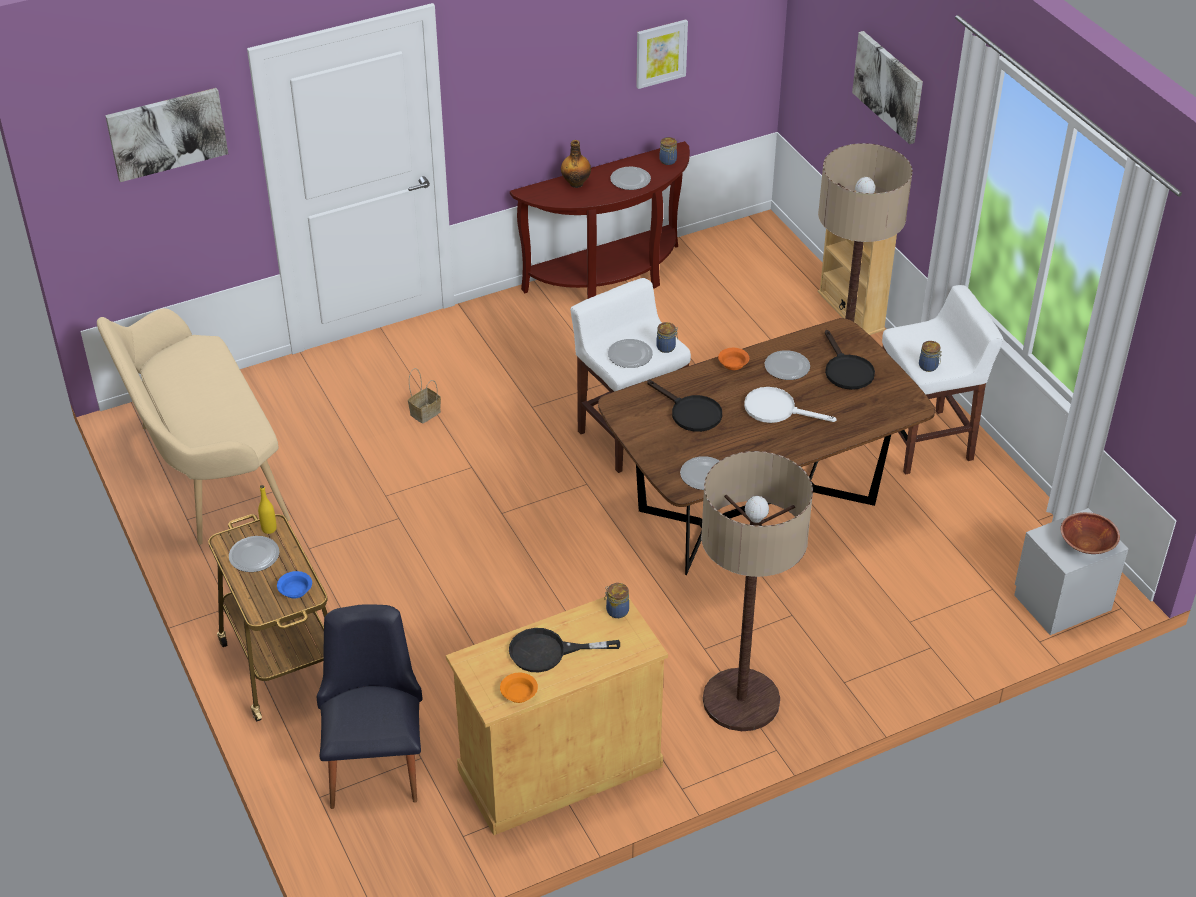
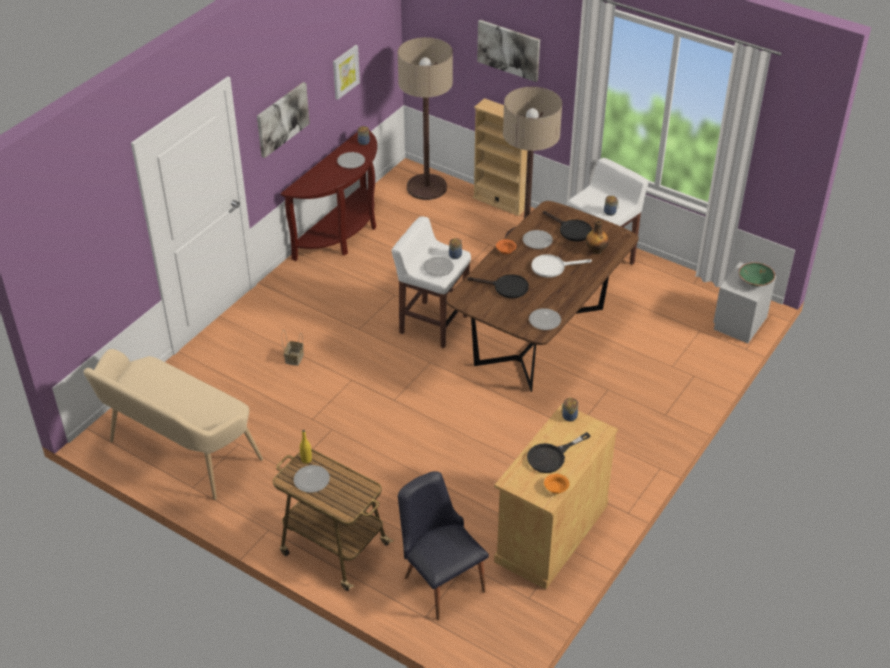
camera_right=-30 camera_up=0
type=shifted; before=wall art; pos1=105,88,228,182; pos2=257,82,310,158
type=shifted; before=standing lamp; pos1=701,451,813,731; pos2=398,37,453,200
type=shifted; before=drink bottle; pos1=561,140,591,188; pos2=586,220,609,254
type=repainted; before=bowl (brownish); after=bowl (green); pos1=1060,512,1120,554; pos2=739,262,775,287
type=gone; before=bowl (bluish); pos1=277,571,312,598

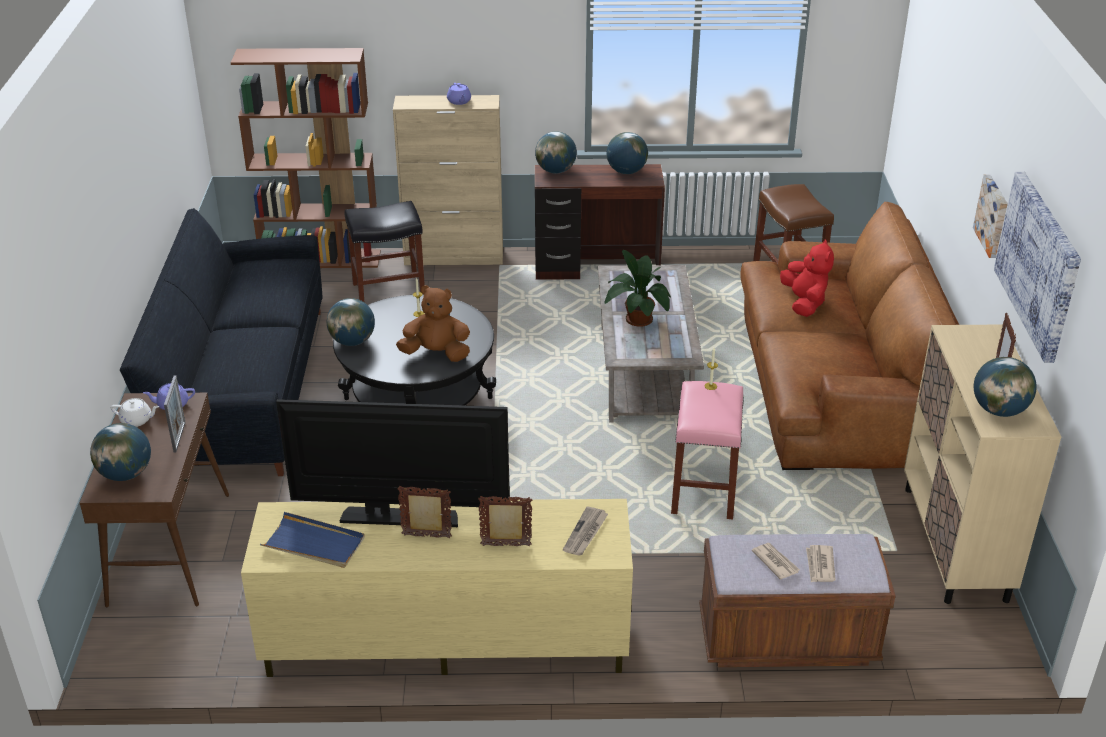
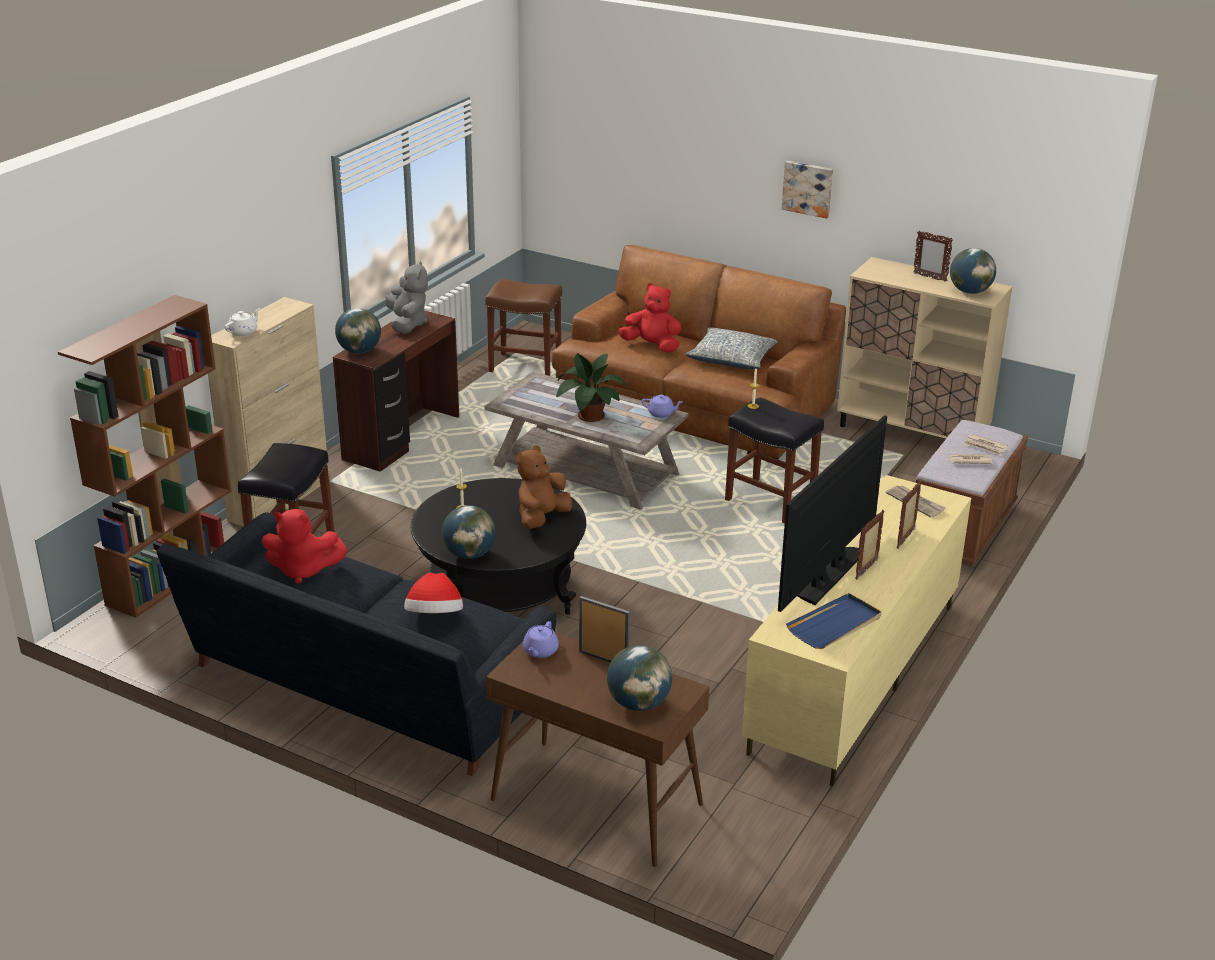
camera_right=-60 camera_up=-5
type=shifted; before=teapot (whitish); pos1=111,398,159,427; pos2=225,308,260,336
type=new; after=plush toy (red-coloured); pos2=261,509,348,584
type=swapped; before=globe; after=plush toy (gray); pos1=607,132,648,174; pos2=385,261,428,334
type=new; after=clothing hat; pos2=404,573,463,613
type=shifted; before=teapot (purple-coloured); pos1=447,83,471,105; pos2=642,395,683,418
type=new; after=throw pillow; pos2=686,327,778,369
type=repainted; before=sitting stool (pink); after=sitting stool (black-coloured); pos1=671,381,744,519; pos2=725,397,824,523
type=gone; before=wall art; pos1=994,172,1081,363

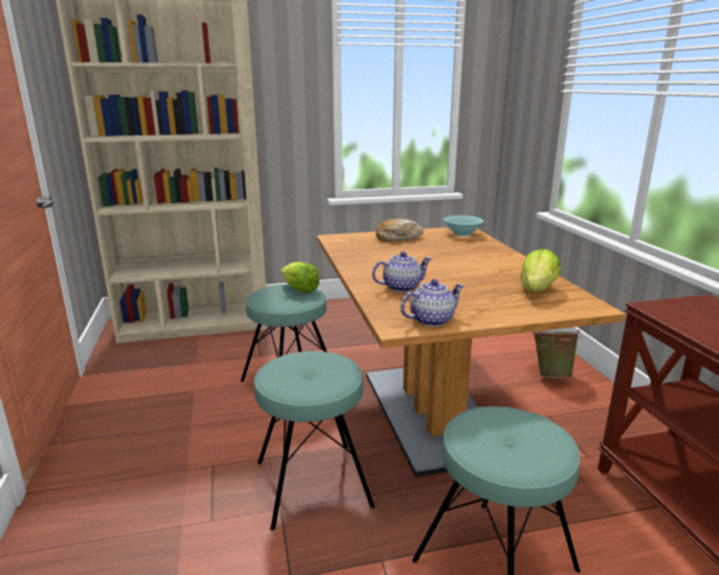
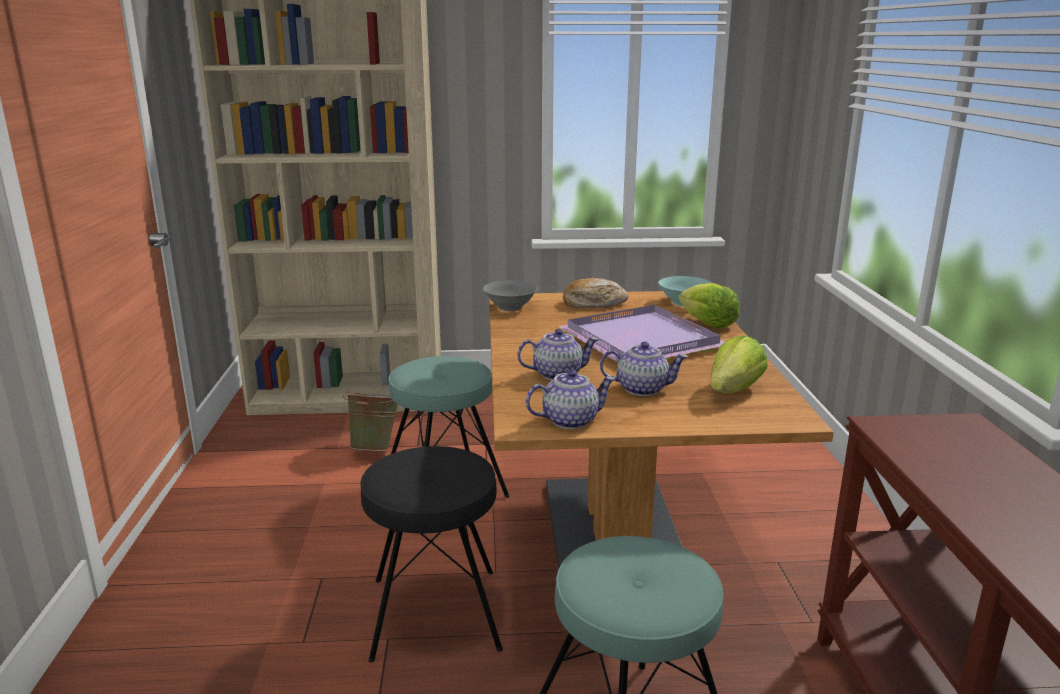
camera_right=10 camera_up=0
type=shifted; before=water bucket (green); pos1=532,330,582,378; pos2=343,389,398,451
type=repainted; before=sitting stool (turquoise-coloured); after=sitting stool (black-coloured); pos1=254,351,375,531; pos2=360,446,503,662
type=new; after=bowl (gray); pos2=483,280,538,311
type=new; after=serving tray (purple-coloured); pos2=558,305,725,362
type=new; after=teapot; pos2=600,342,688,396
type=shifted; before=lettuce head; pos1=281,262,320,293; pos2=678,283,739,328

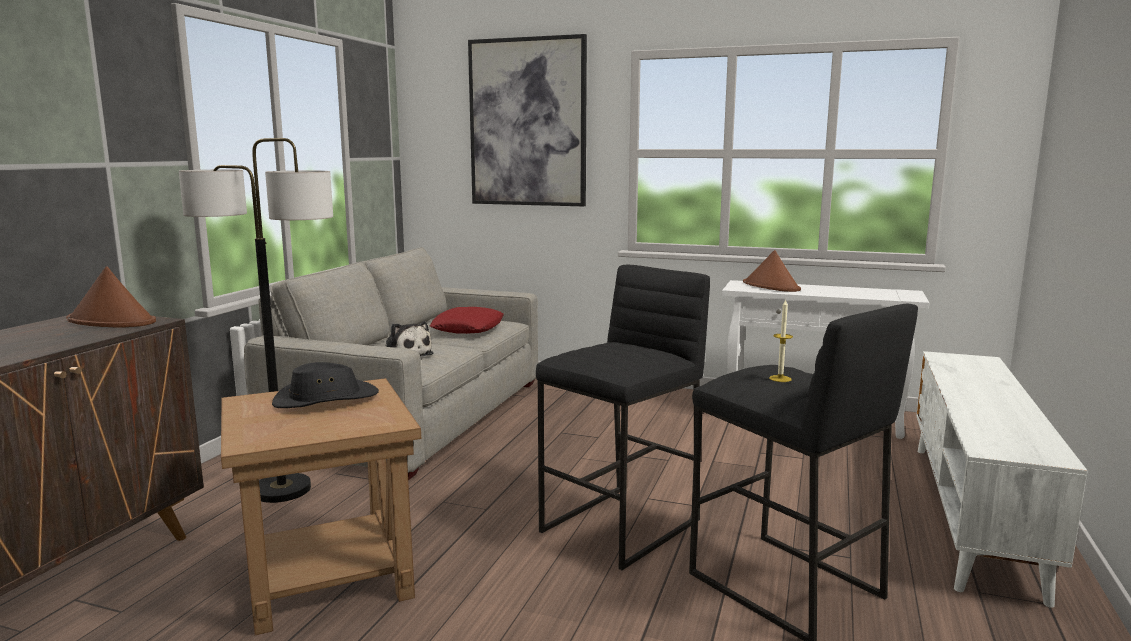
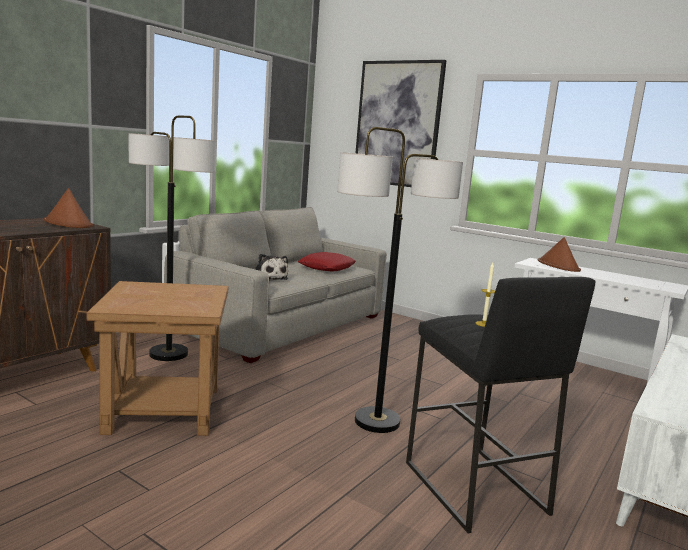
camera_right=15 camera_up=0
type=swapped; before=sitting stool (black-coloured); after=standing lamp; pos1=536,265,710,570; pos2=337,127,463,433
type=gone; before=clothing hat (black-coloured); pos1=272,362,379,408

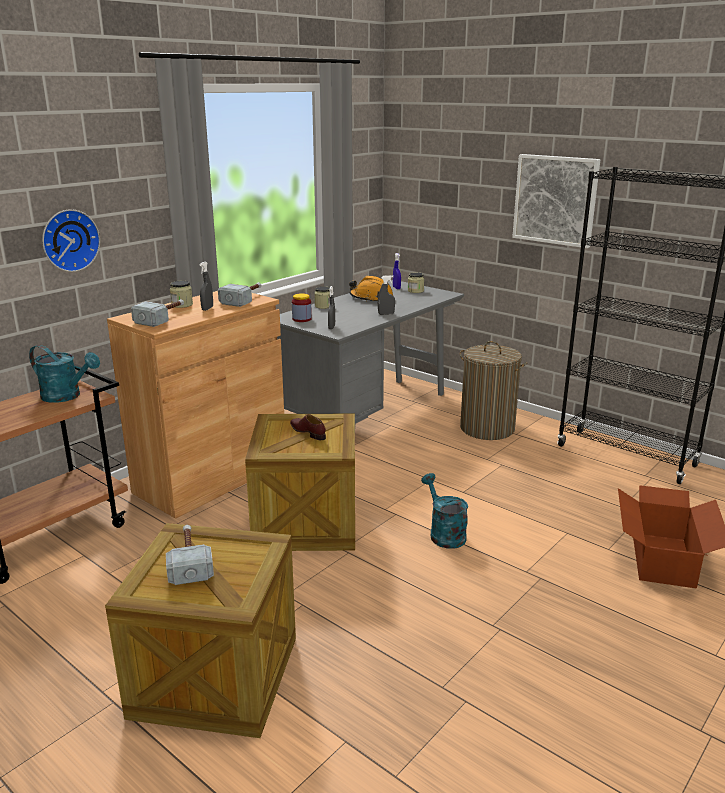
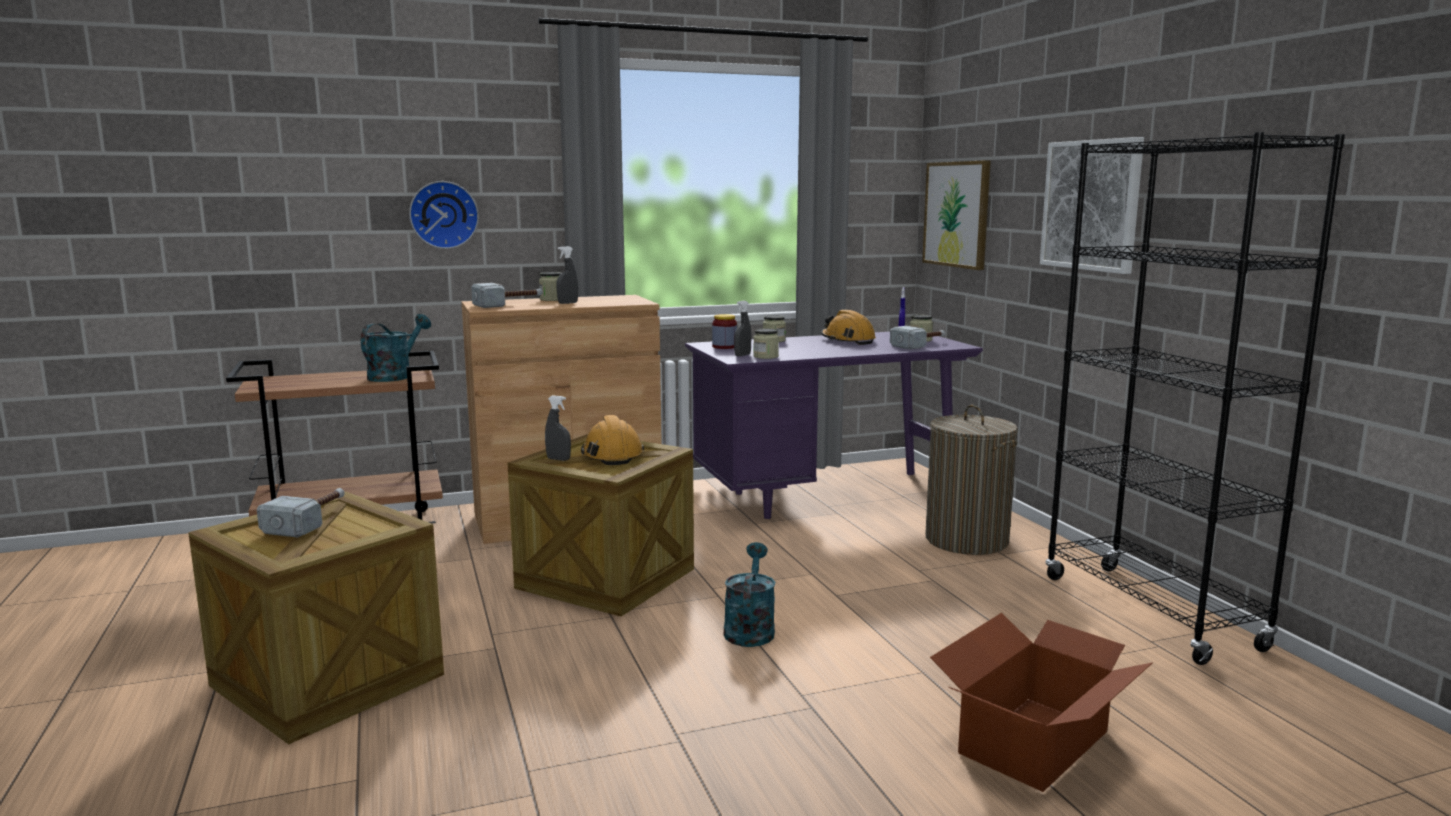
camera_right=30 camera_up=-10
type=rotated; before=watering can (turquoise-coloured); pos1=29,345,100,403; pos2=361,314,431,382; turn=-120
type=shifted; before=hand sprayer (gray); pos1=378,275,395,315; pos2=545,395,571,461
type=swapped; before=shoe (brownish); after=work helmet (orangey); pos1=290,414,326,440; pos2=581,415,644,465
type=repainted; before=desk unit (gray); after=desk unit (purple-coloured); pos1=277,280,464,424; pos2=685,332,983,519
type=new; after=storage jar; pos2=753,329,779,359
type=shifted; before=hammer; pos1=218,282,261,307; pos2=890,326,945,349
type=new; after=wall art; pos2=922,160,991,270

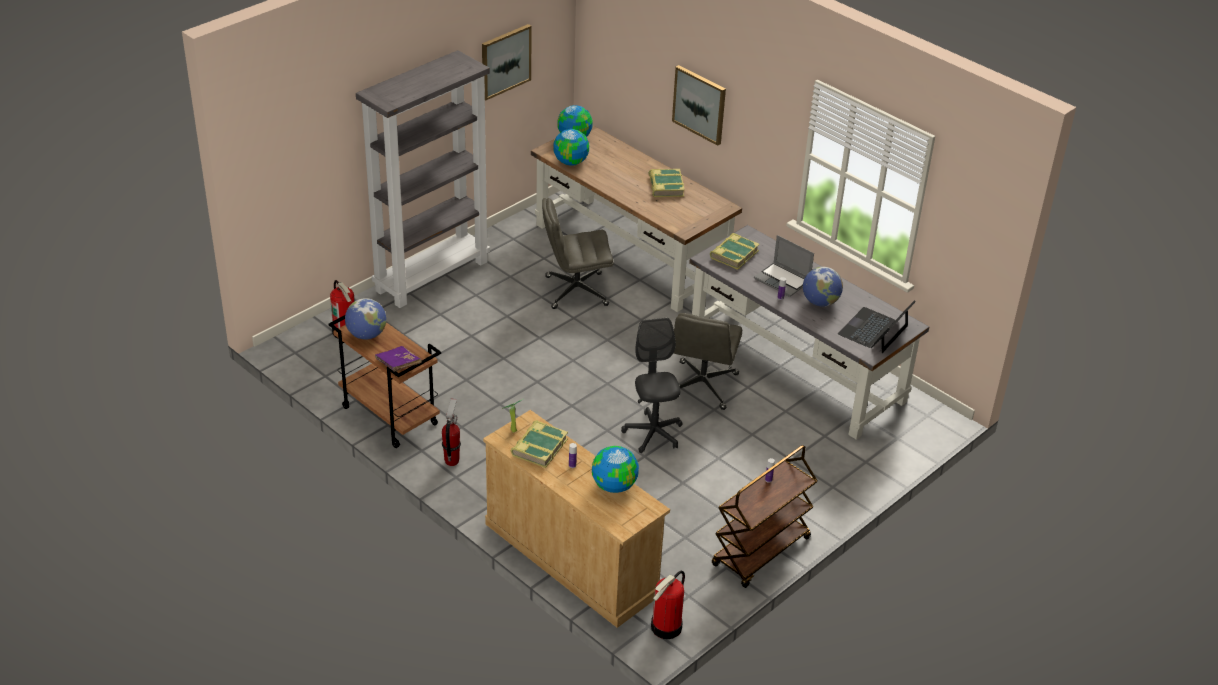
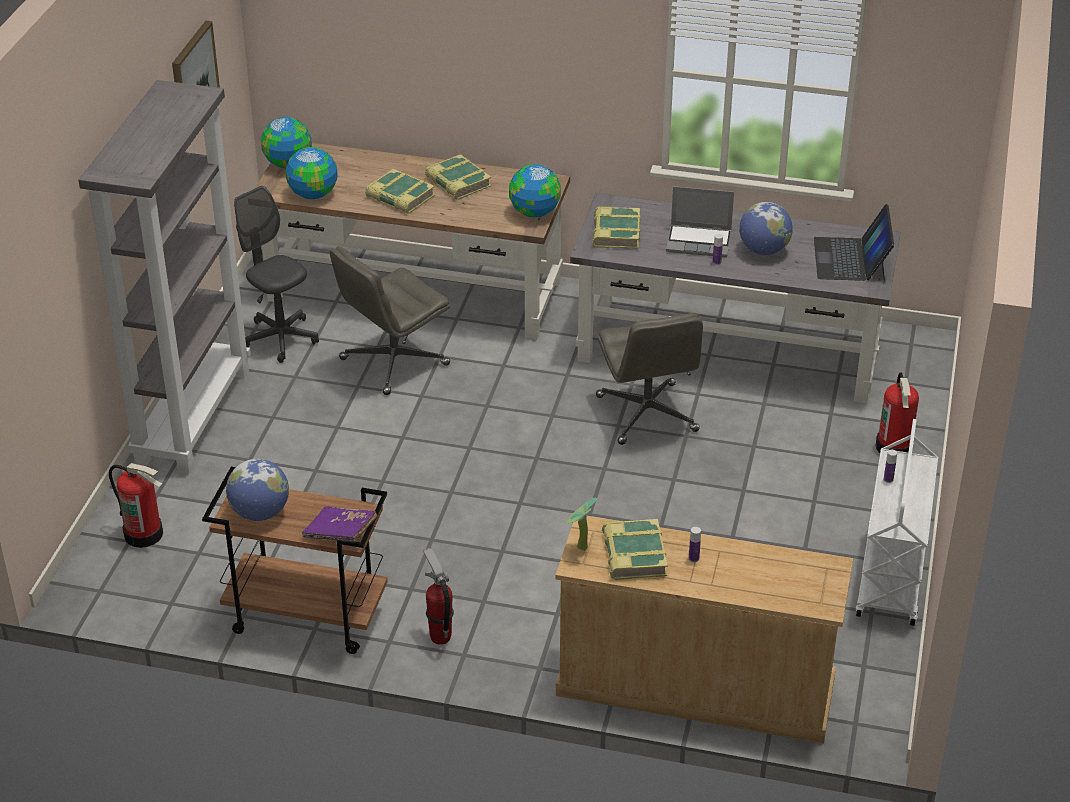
camera_right=-30 camera_up=0
type=shifted; before=office chair (gray); pos1=621,318,683,453; pos2=234,186,319,363
type=new; after=volume; pos2=365,169,435,214
type=shifted; before=globe; pos1=592,446,639,493; pos2=509,164,561,218
type=repainted; before=trolley (brownish); after=trolley (whitish); pos1=712,445,817,588; pos2=856,419,938,626
type=shifted; before=fire extinguisher; pos1=651,571,685,639; pos2=876,372,919,453
type=gone; before=wall art; pos1=672,65,726,146

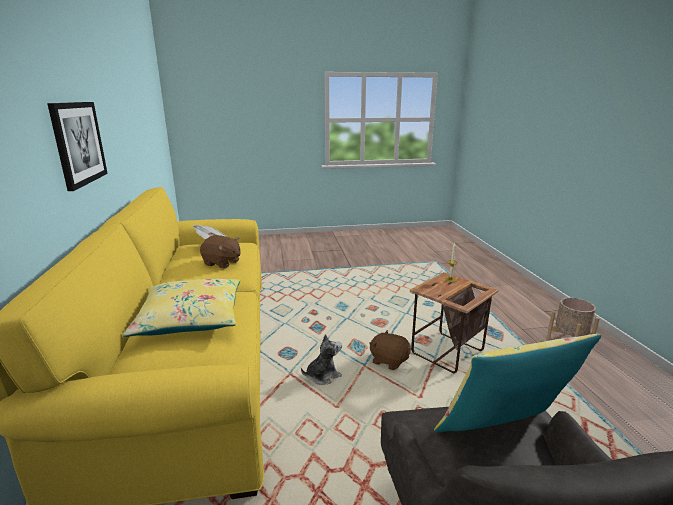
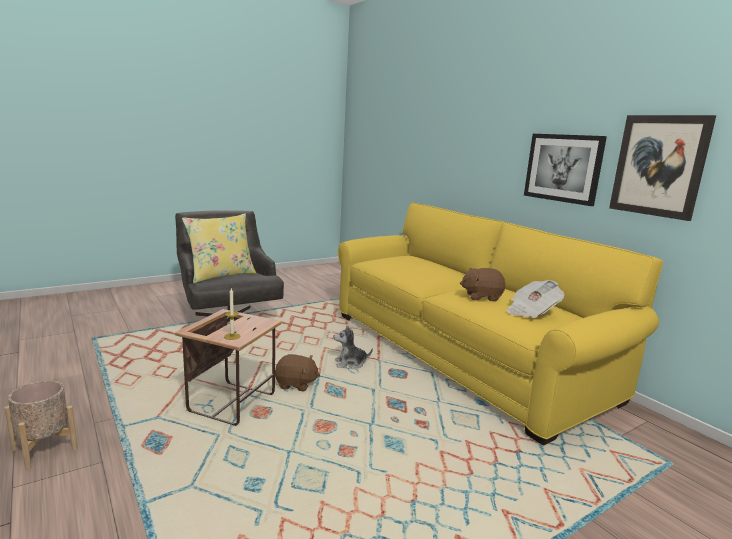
camera_right=155 camera_up=-5
type=rotated; before=plush toy; pos1=301,334,342,385; pos2=333,325,373,369; turn=45
type=new; after=wall art; pos2=609,115,716,221
type=gone; before=throw pillow (yellow-coloured); pos1=123,279,240,337

